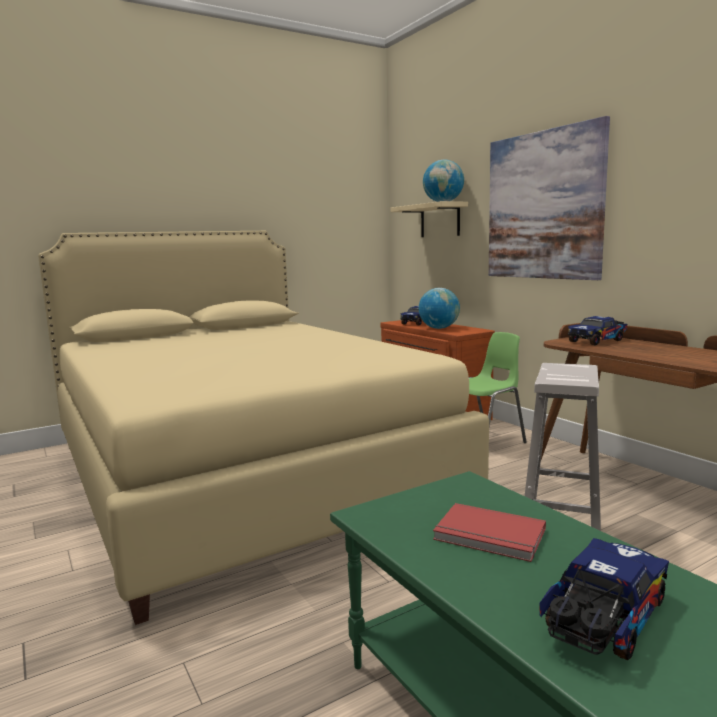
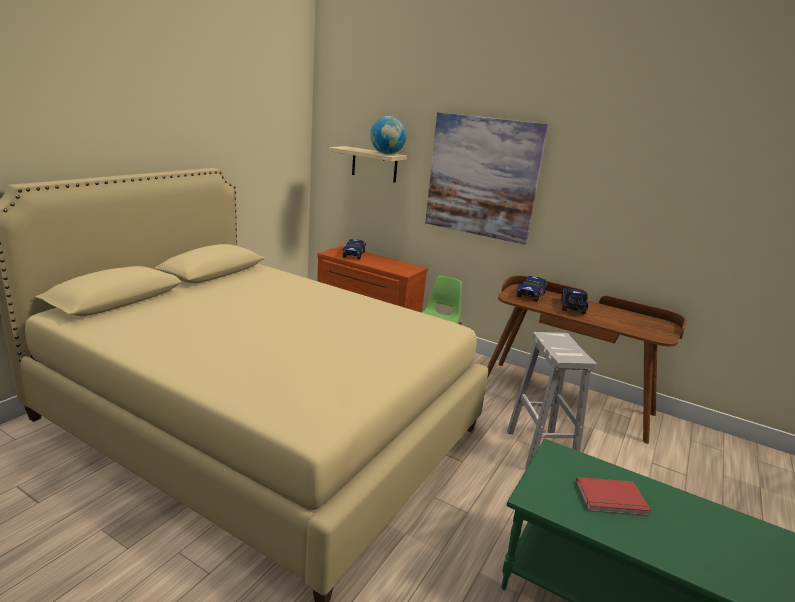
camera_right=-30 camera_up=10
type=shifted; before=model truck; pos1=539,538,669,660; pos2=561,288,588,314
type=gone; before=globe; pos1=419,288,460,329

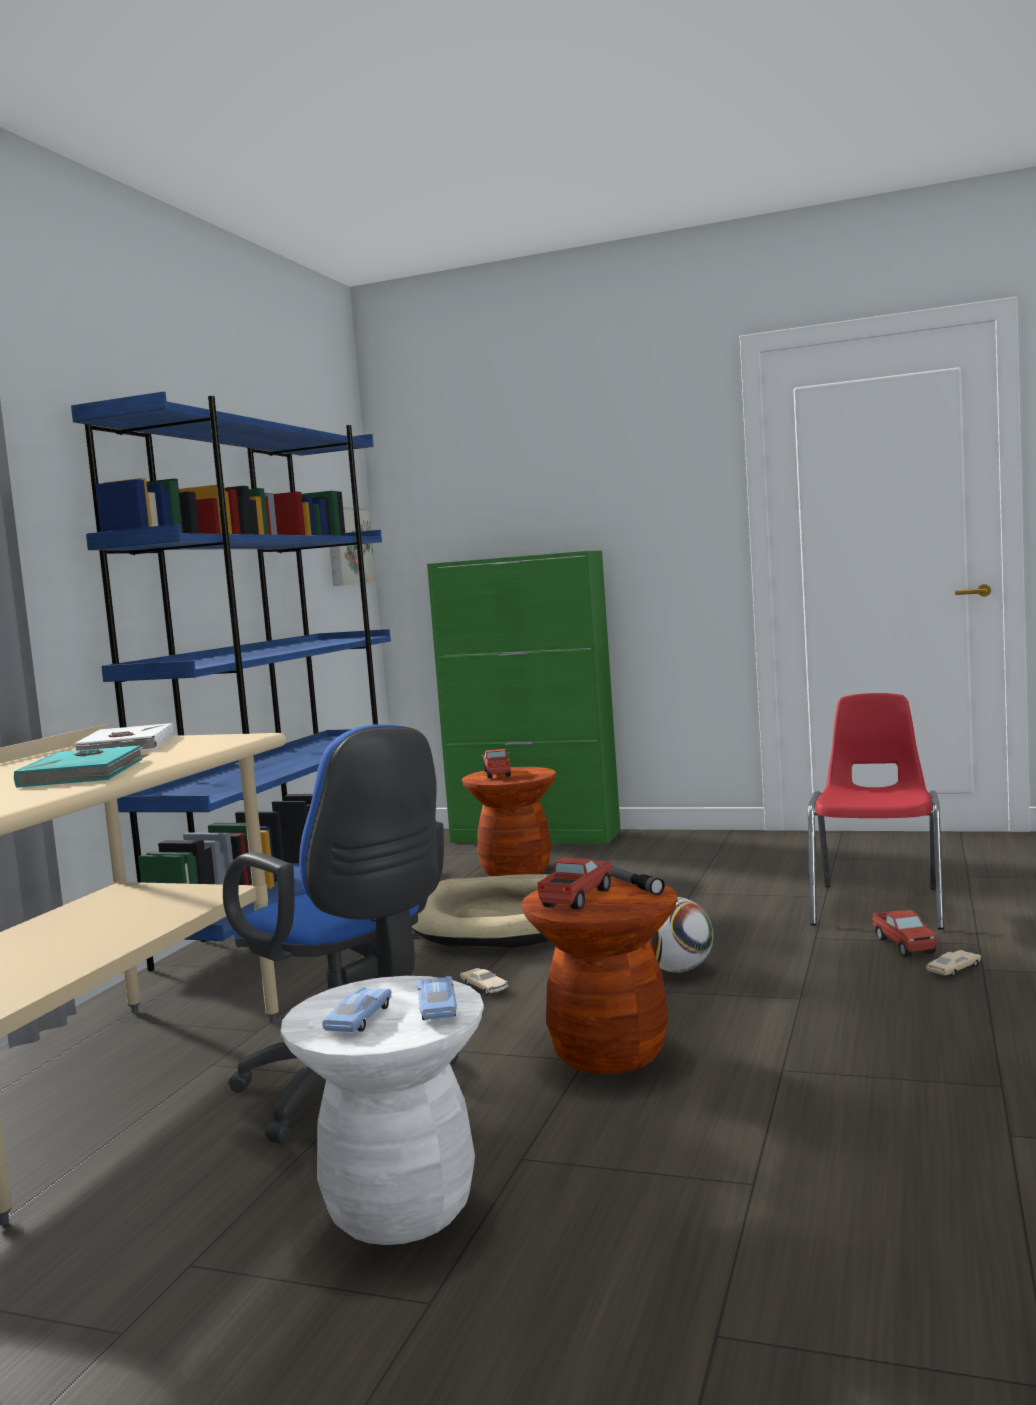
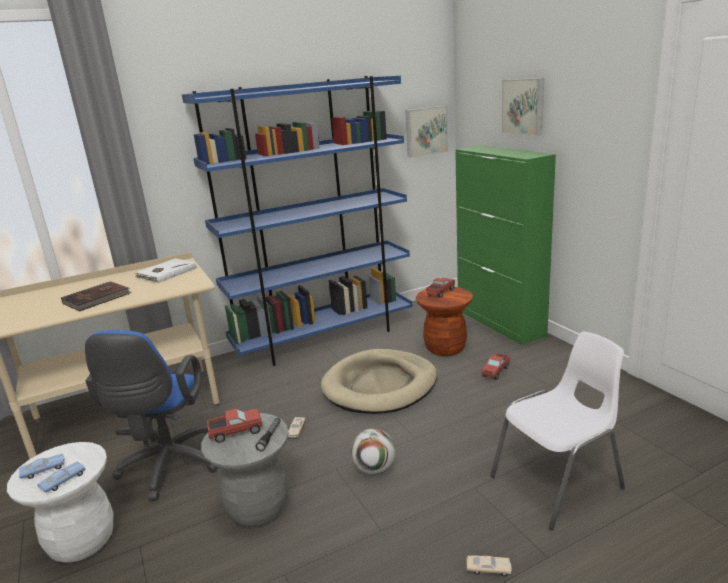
camera_right=45 camera_up=15
type=repainted; before=volume (turquoise-coloured); after=volume (brownish); pos1=14,745,149,788; pos2=61,281,131,311
type=repainted; before=sitting stool (brownish); after=sitting stool (gray); pos1=521,877,678,1074; pos2=201,413,289,527
type=shifted; before=model truck; pos1=872,910,937,957; pos2=482,353,510,380
type=repainted; before=plain chair (red-coloured); after=plain chair (whitish); pos1=808,693,944,930; pos2=490,331,625,530
type=new; after=wall art; pos2=502,78,544,136

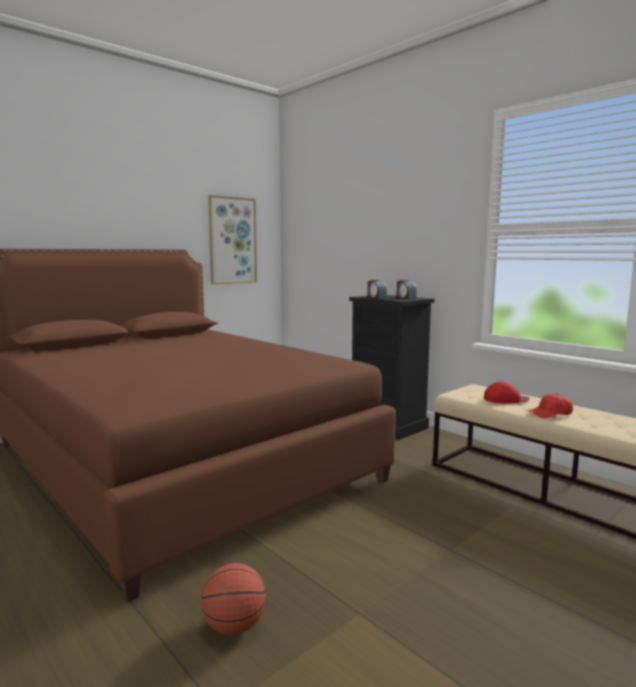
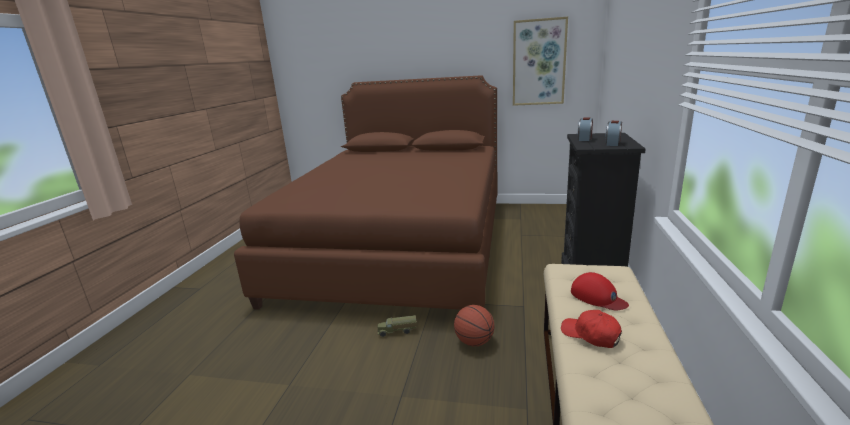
camera_right=55 camera_up=10
type=new; after=model truck; pos2=378,315,417,337
type=shifted; before=ball for basketball; pos1=201,563,266,635; pos2=454,305,495,346

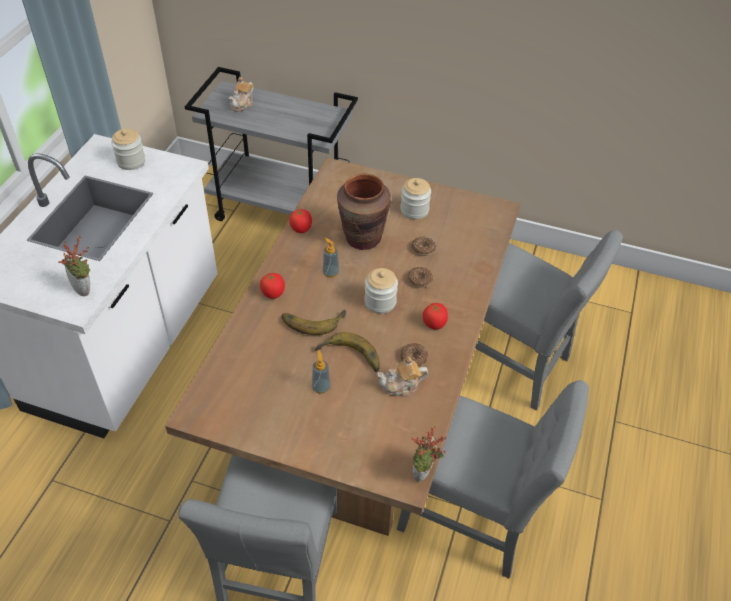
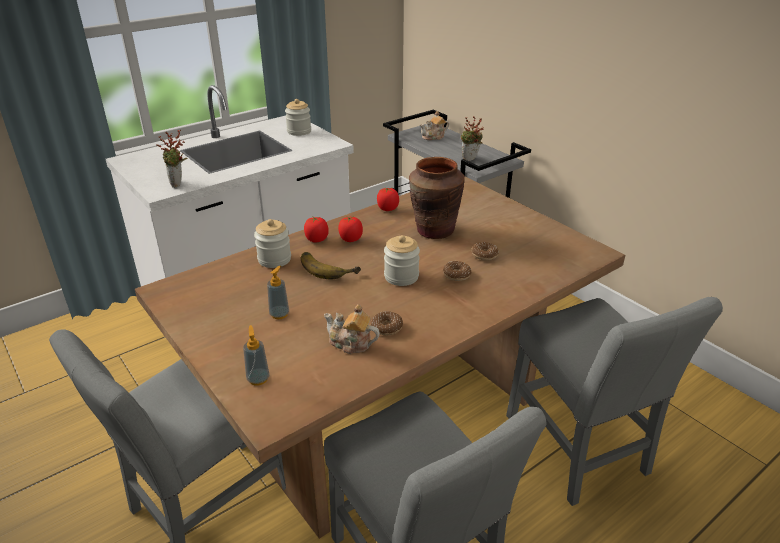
camera_right=35 camera_up=-15
type=shifted; before=liquid soap bottle; pos1=323,238,339,278; pos2=243,325,270,386
type=shifted; before=storage jar; pos1=400,178,431,220; pos2=254,219,291,268
type=shifted; before=fresh tomato; pos1=423,303,448,330; pos2=338,216,363,242
type=shifted; before=houseplant; pos1=411,426,446,482; pos2=461,116,484,161
type=gone; before=banana; pos1=315,332,380,372

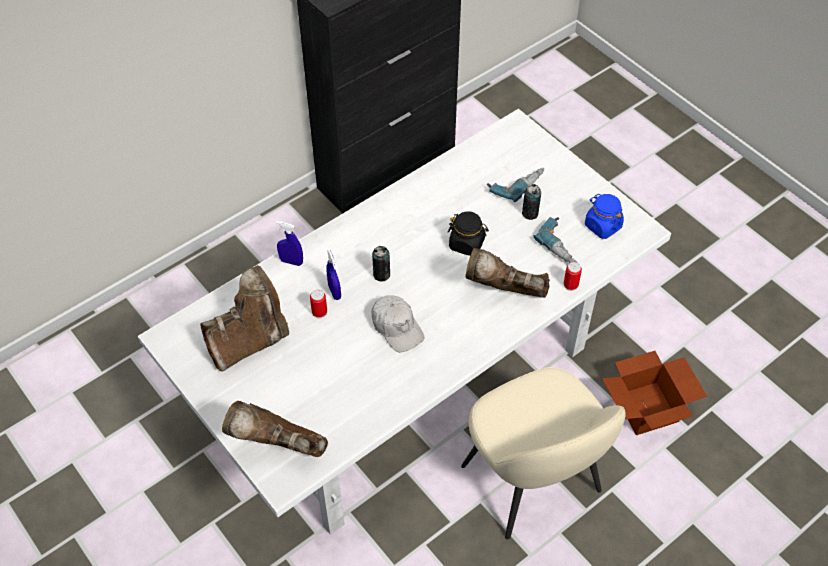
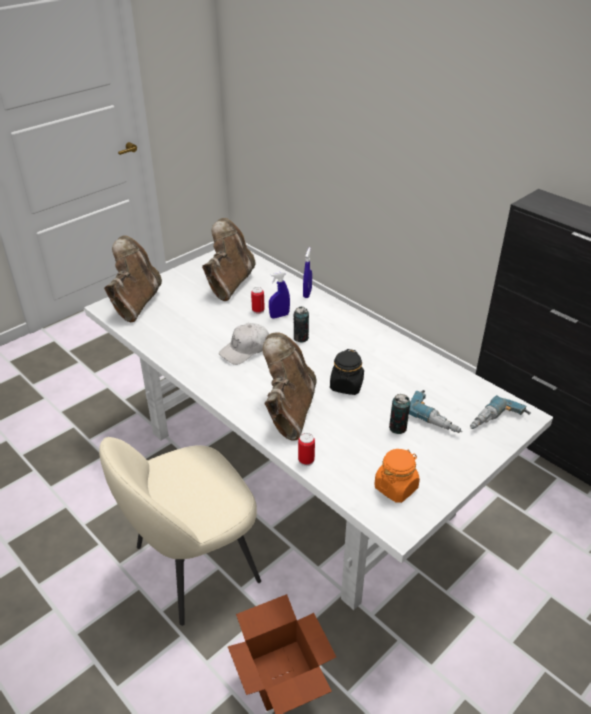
camera_right=85 camera_up=-15
type=rotated; before=high-top boot (brownish); pos1=200,265,289,371; pos2=202,218,255,301; turn=-120
type=repainted; before=storage jar (bluish); after=storage jar (orangey); pos1=585,194,624,239; pos2=375,449,420,503
type=shifted; before=electric drill; pos1=533,217,577,263; pos2=470,395,530,429

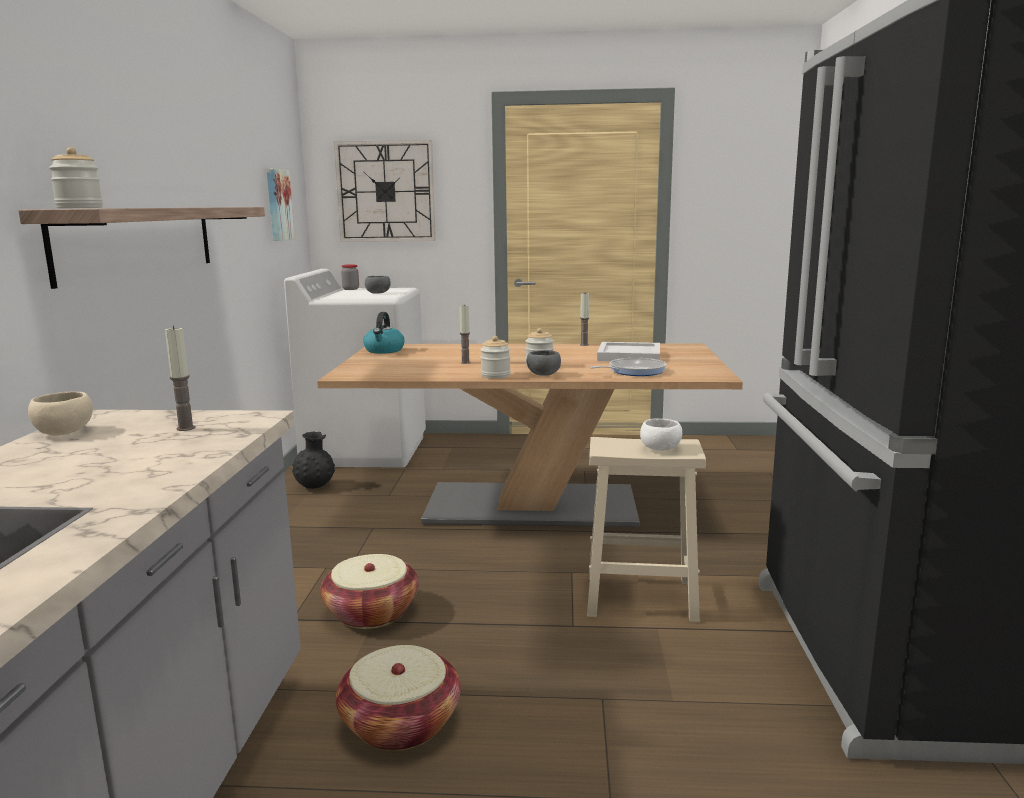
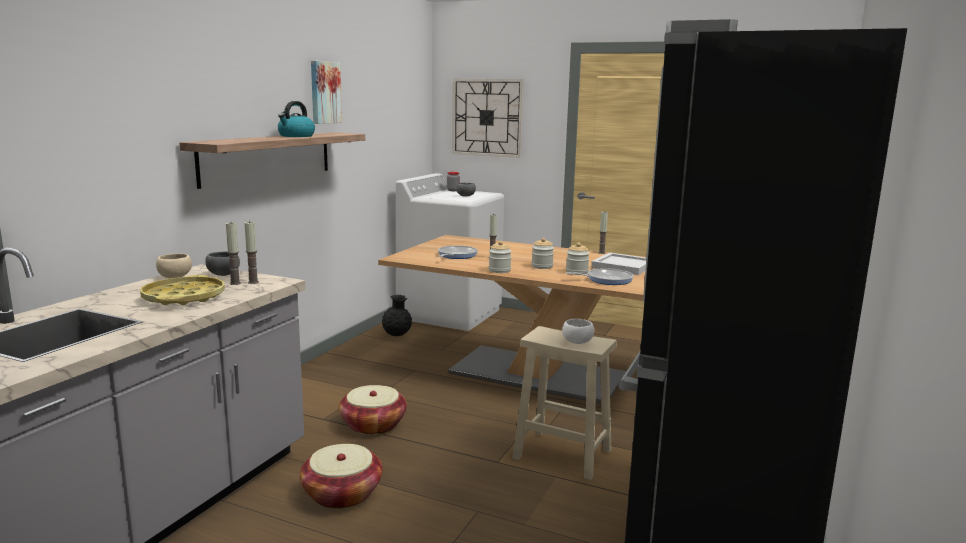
camera_right=20 camera_up=0
type=new; after=serving tray (yellow-coloured); pos2=140,275,225,305
type=shifted; before=bowl (gray); pos1=527,350,561,376; pos2=205,251,240,276
type=new; after=wax light; pos2=244,221,259,284
type=shifted; before=water kettle; pos1=363,312,405,354; pos2=278,101,315,137
type=shifted; before=wall art; pos1=266,169,295,241; pos2=311,61,342,124
type=new; after=pan; pos2=438,246,478,259
type=shifted; before=storage jar; pos1=49,147,103,208; pos2=566,243,590,275

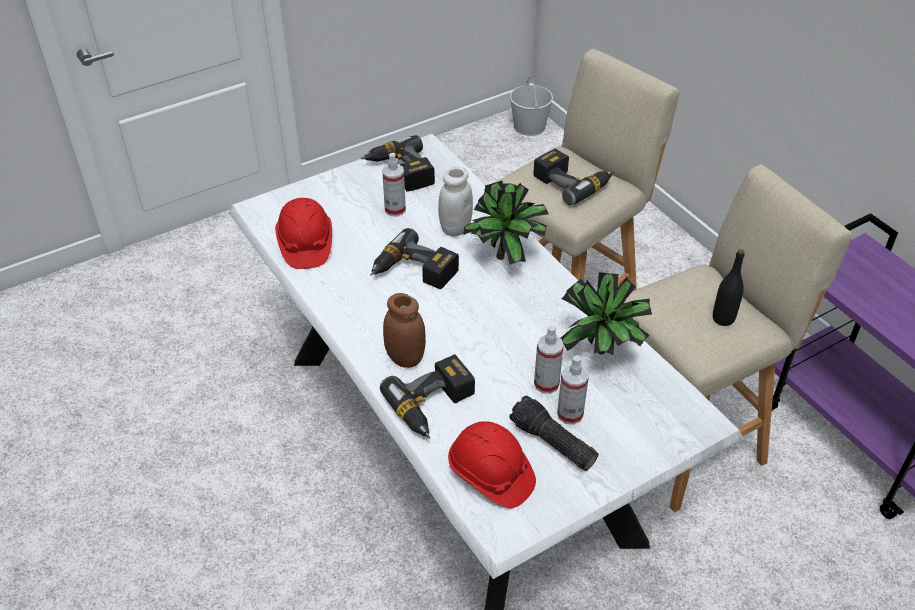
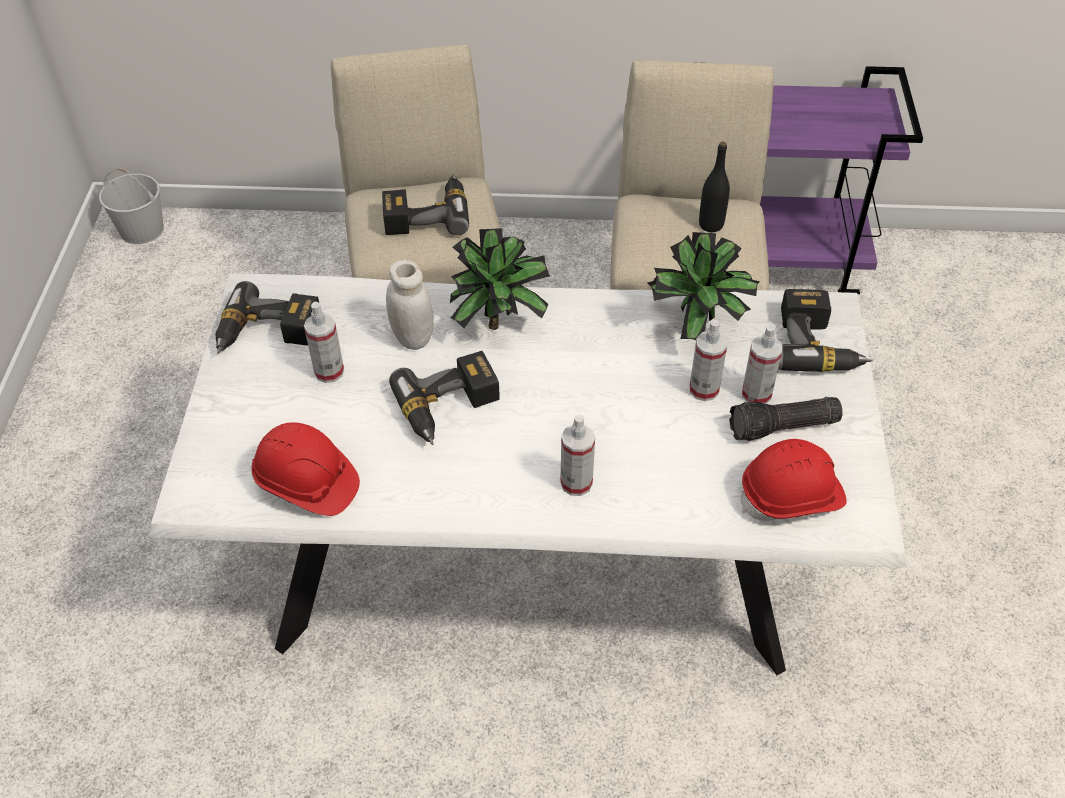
camera_right=-55 camera_up=5
type=swapped; before=storage jar (brownish); after=hand sprayer; pos1=383,293,426,368; pos2=560,415,595,496
type=shifted; before=electric drill; pos1=380,354,475,438; pos2=778,289,873,372

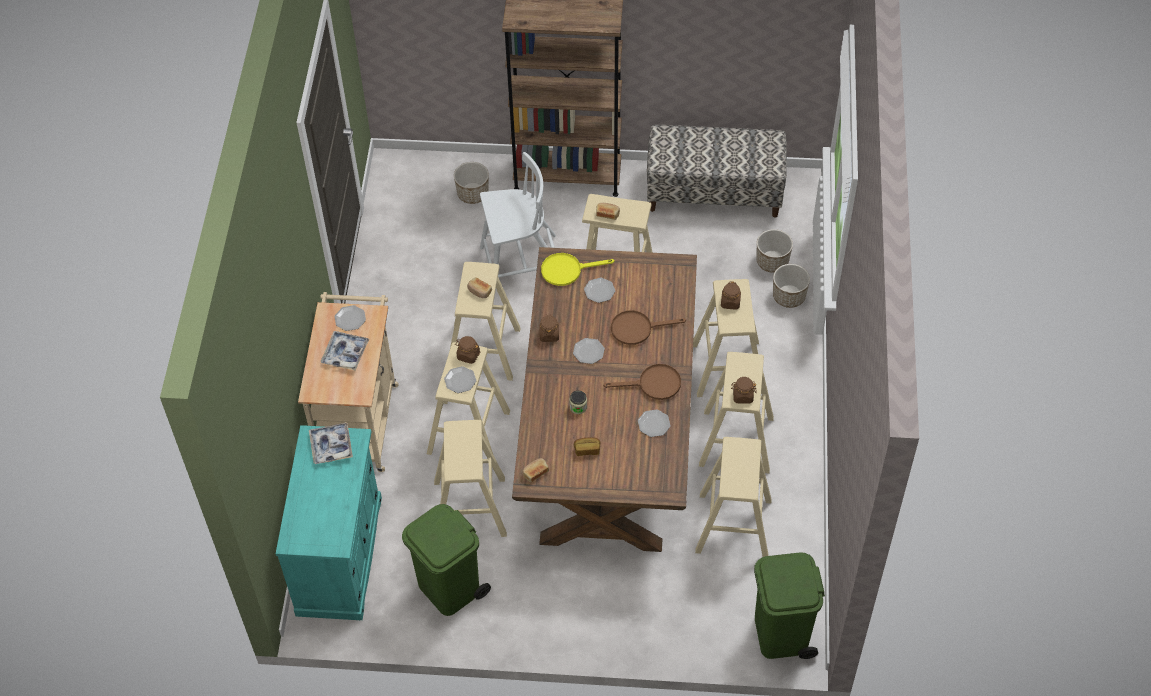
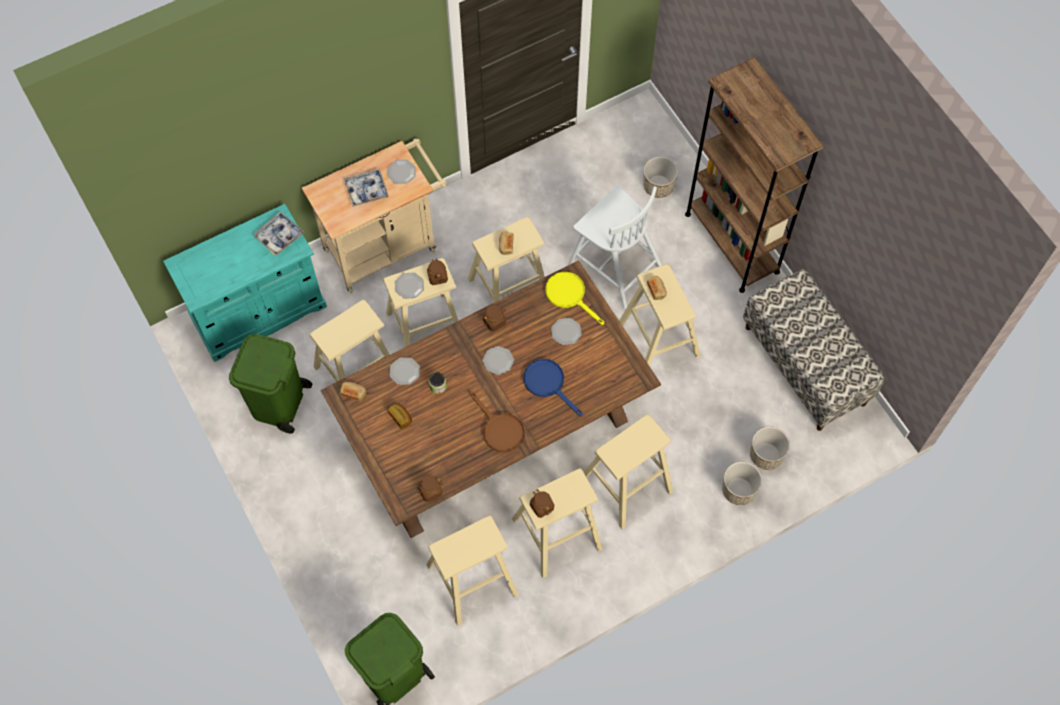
camera_right=55 camera_up=10
type=shifted; before=plate; pos1=638,409,671,437; pos2=389,357,420,385
type=shifted; before=storage jar (brownish); pos1=721,281,741,309; pos2=417,476,443,502
type=repainted; before=pan (brownish); after=pan (bluish); pos1=611,310,686,345; pos2=524,359,582,416

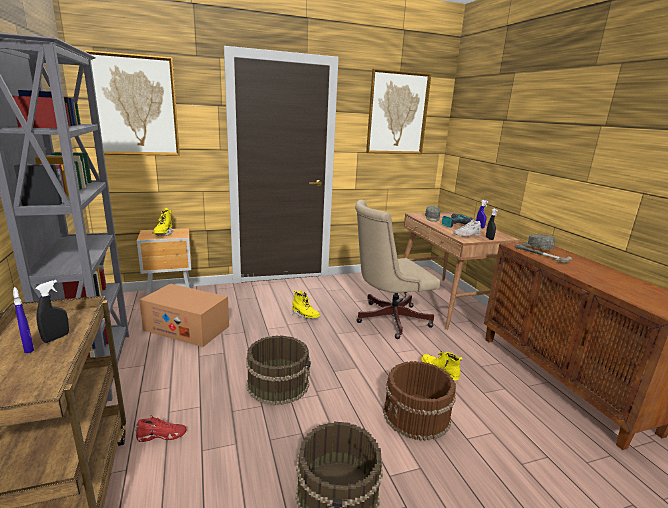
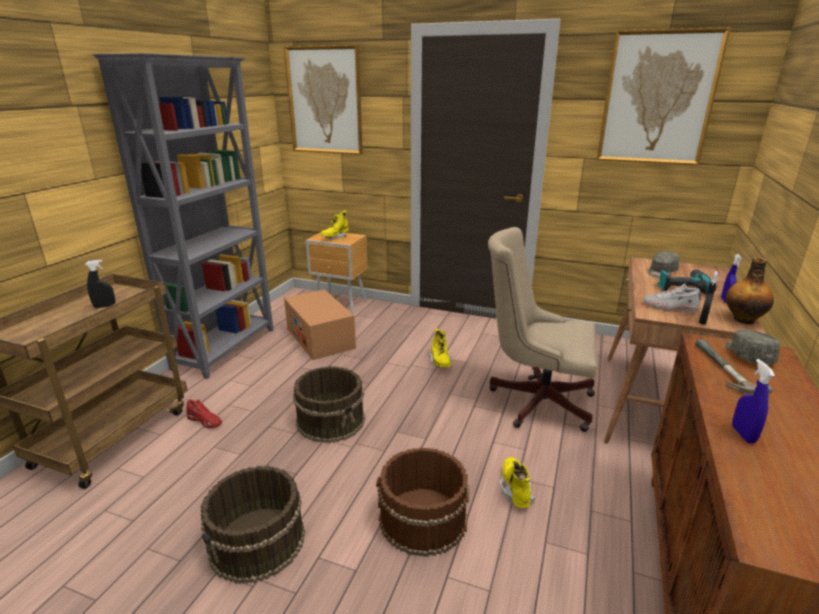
camera_right=40 camera_up=5
type=new; after=drink bottle; pos2=726,257,774,324
type=shifted; before=hand sprayer (bluish); pos1=13,287,34,354; pos2=732,359,775,444

